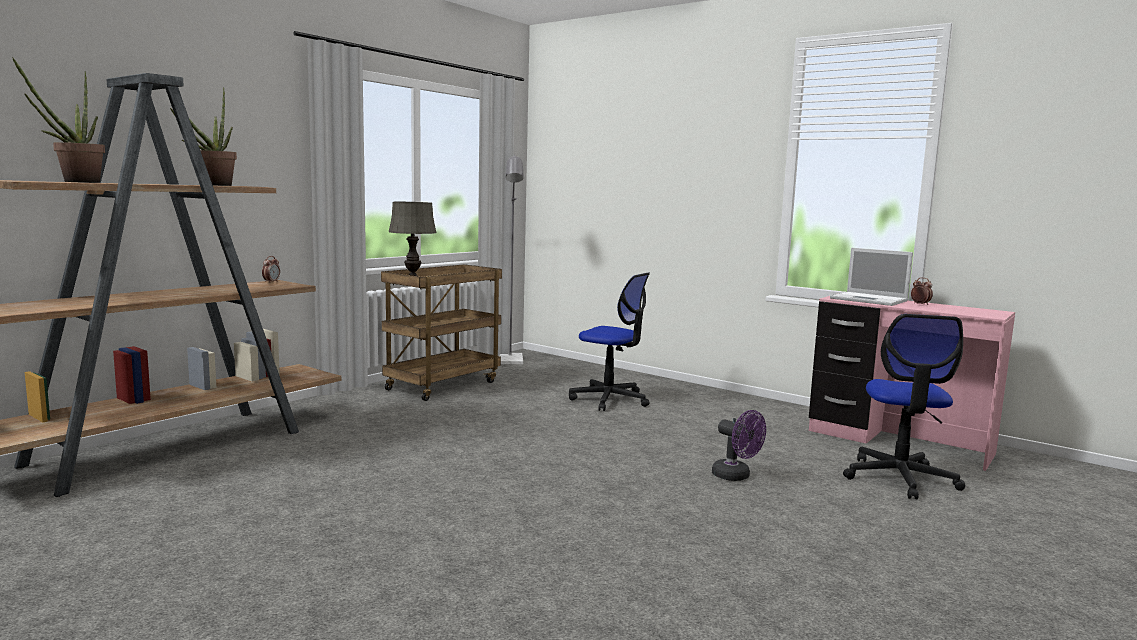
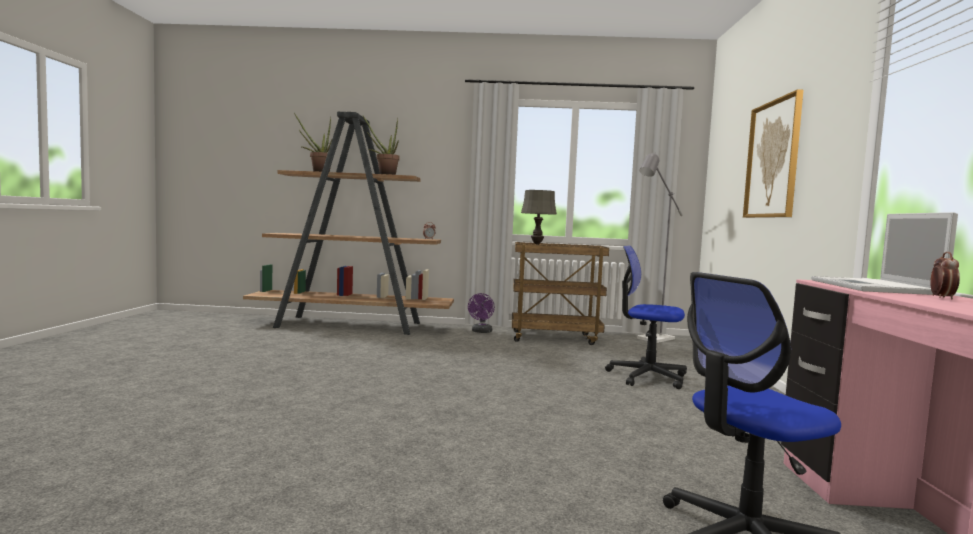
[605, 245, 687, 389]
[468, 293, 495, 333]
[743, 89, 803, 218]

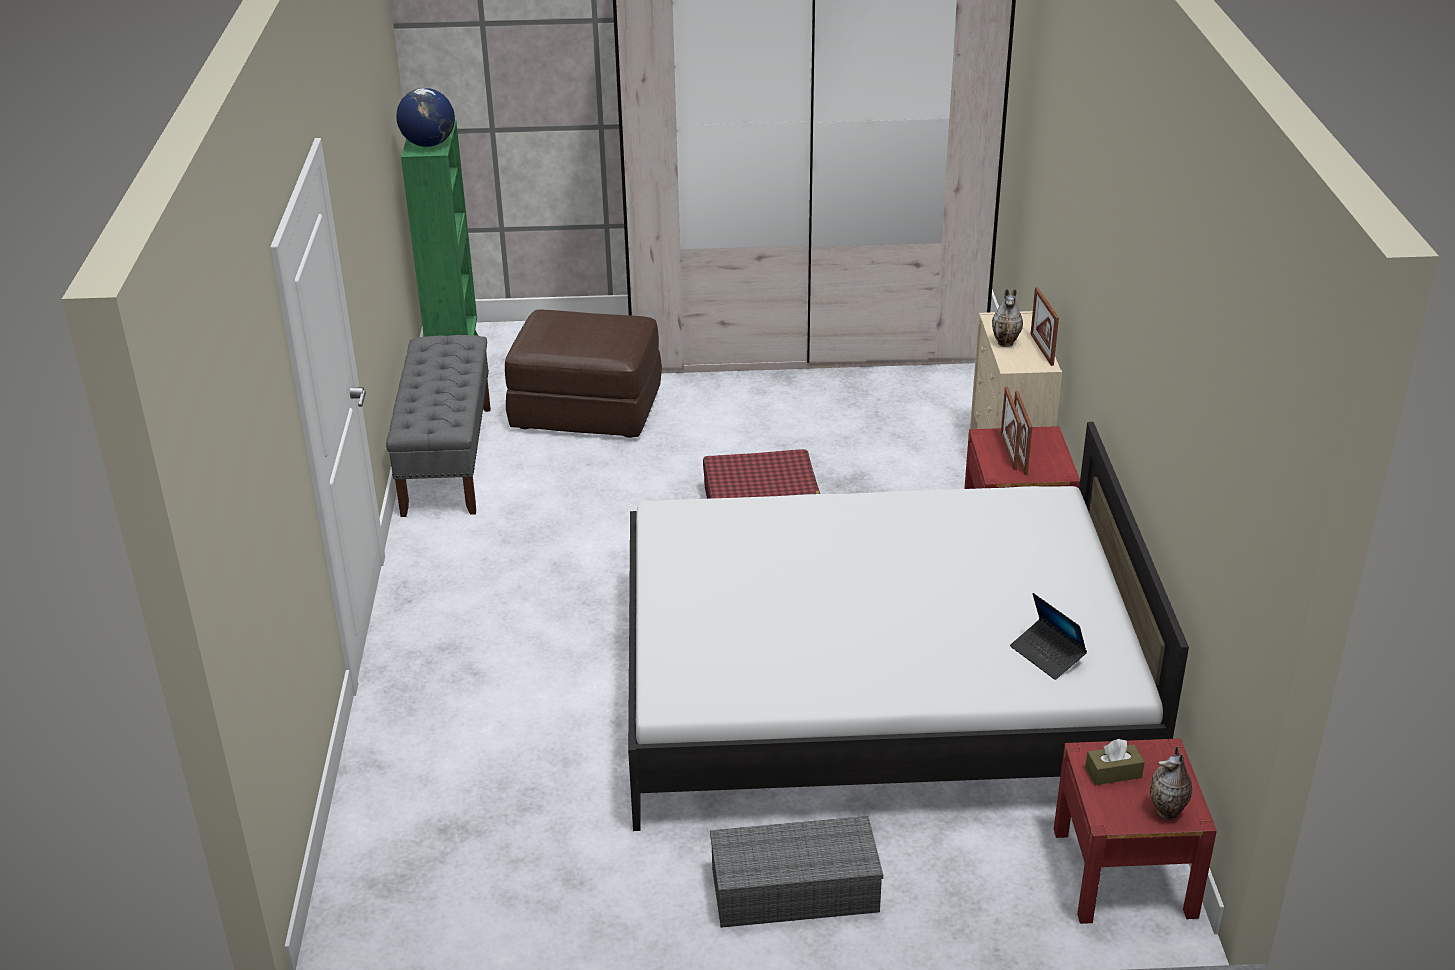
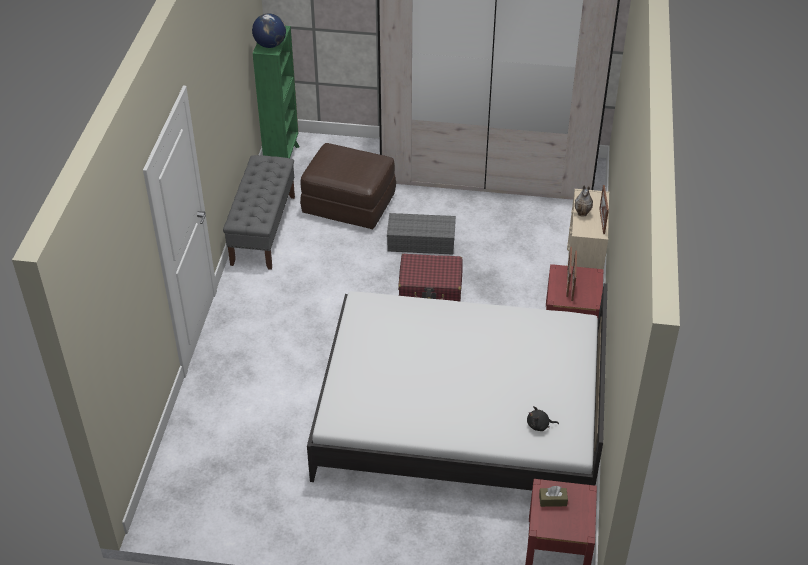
[527, 406, 559, 431]
[1150, 746, 1192, 820] (first image)
[387, 213, 456, 255]

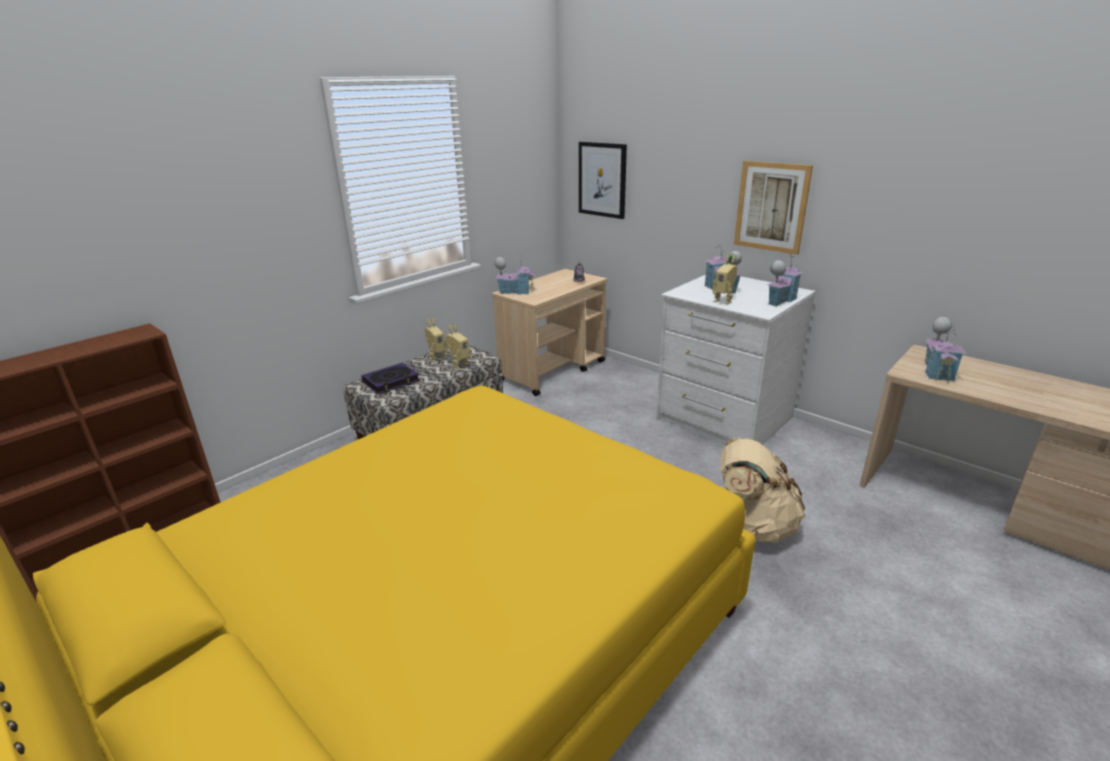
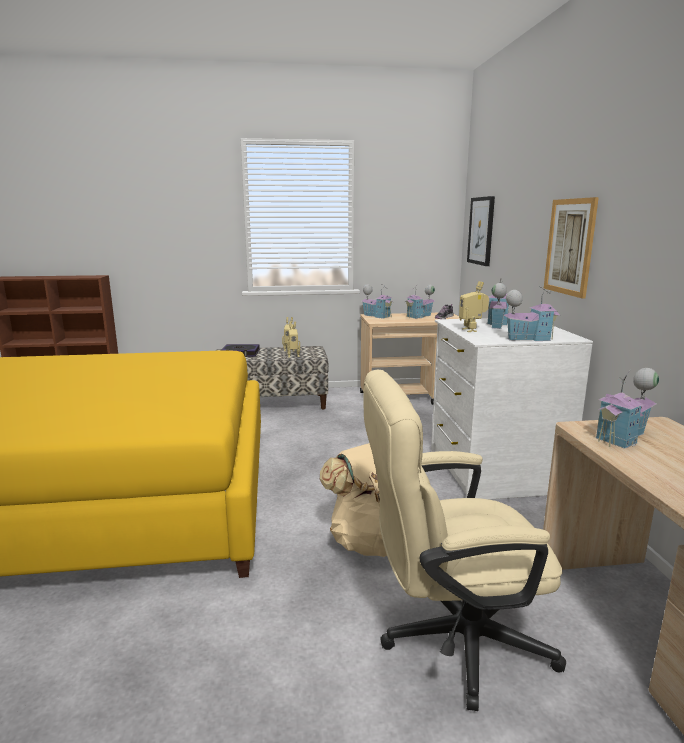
[405, 284, 435, 319]
[363, 369, 566, 711]

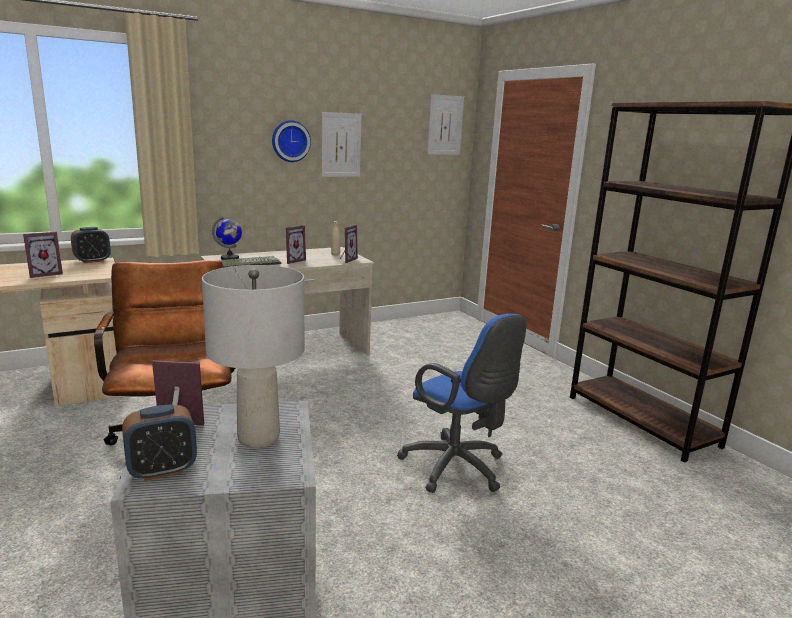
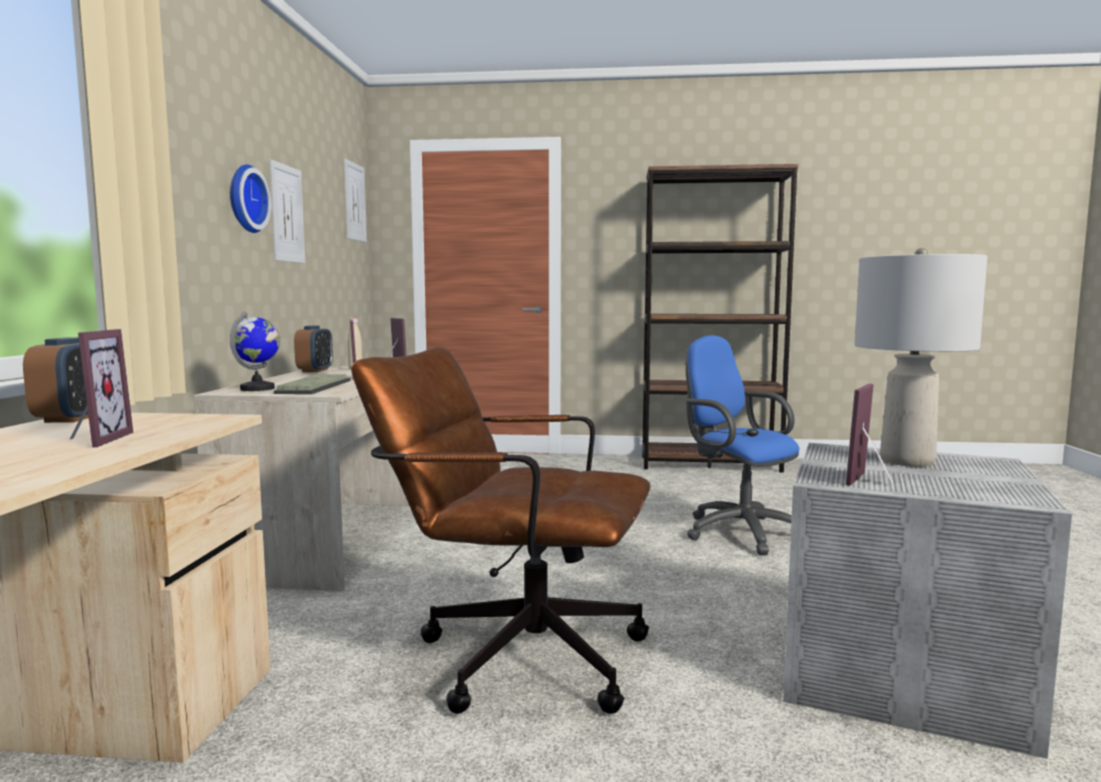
[685, 335, 799, 555]
[294, 325, 333, 372]

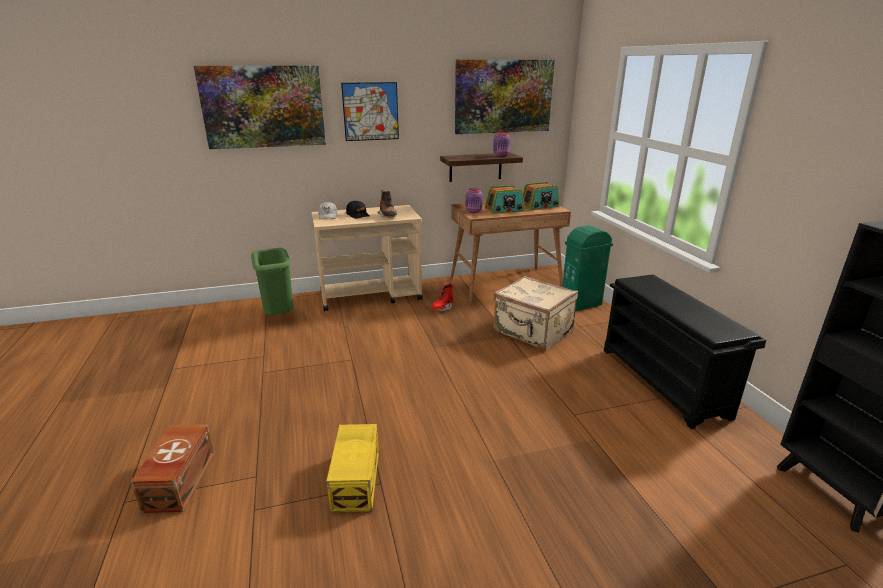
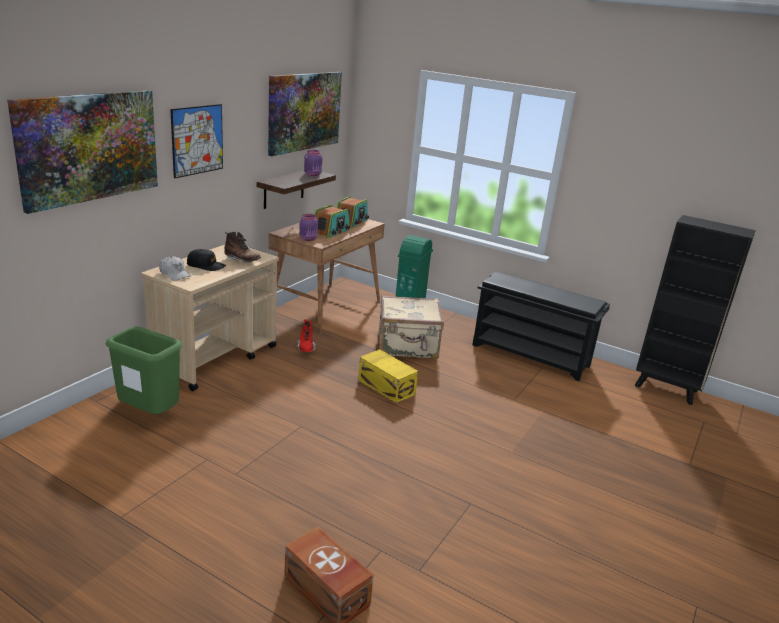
[358, 349, 418, 404]

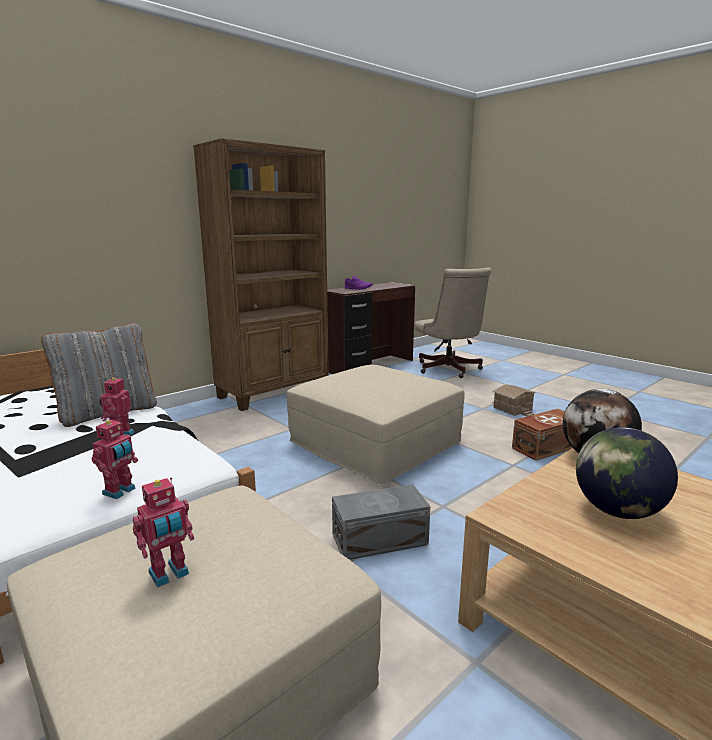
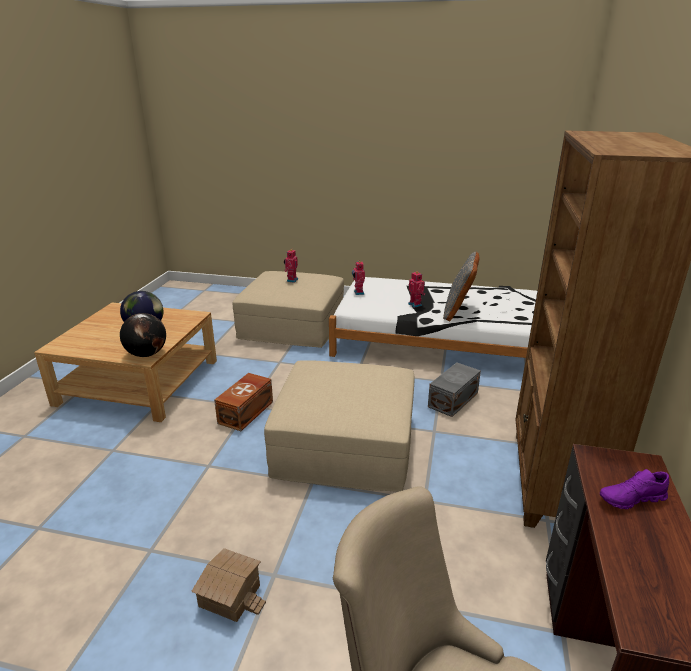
[214, 373, 273, 431]
[428, 362, 481, 417]

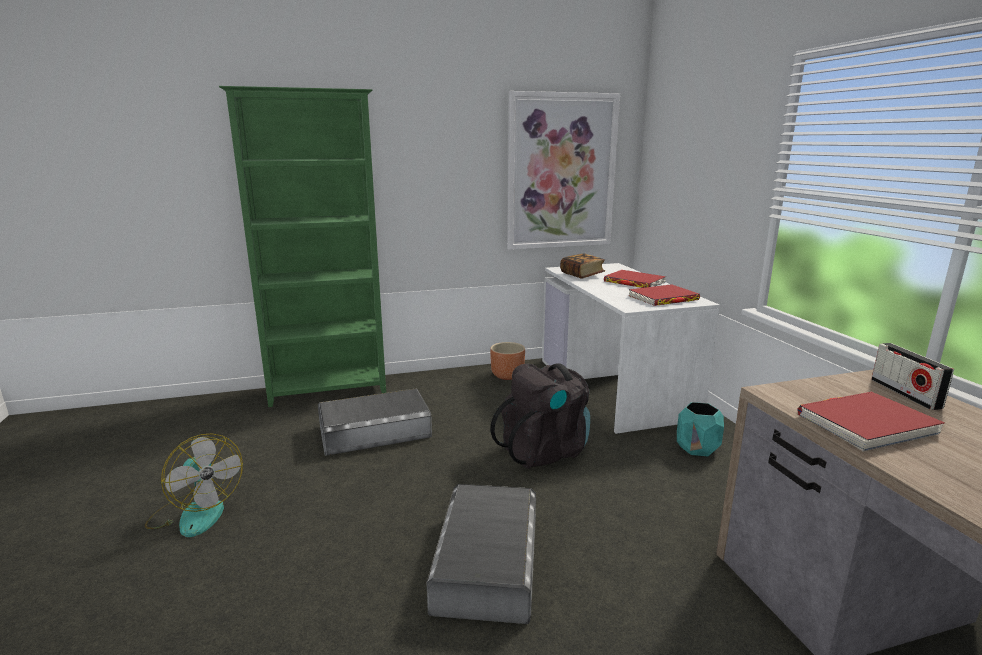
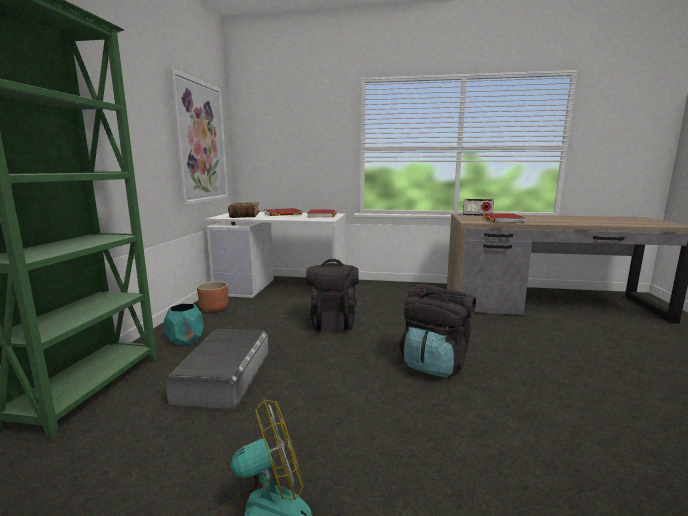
[164, 304, 204, 345]
[399, 284, 476, 378]

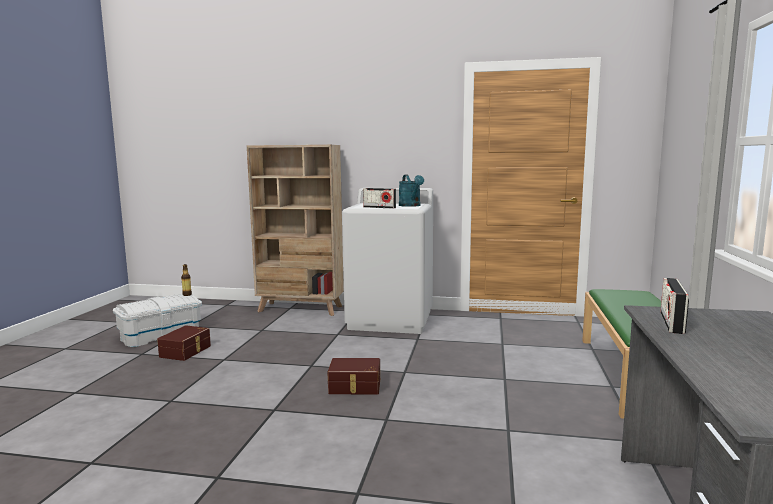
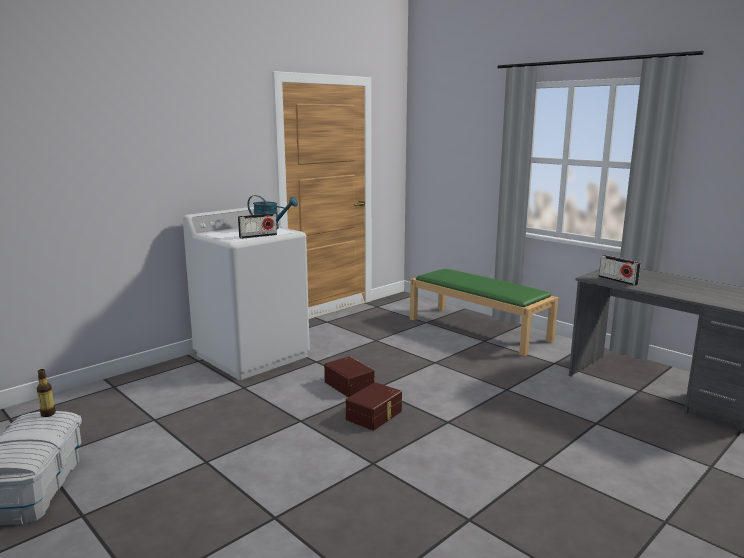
[247, 145, 344, 316] (first image)
[324, 356, 375, 397]

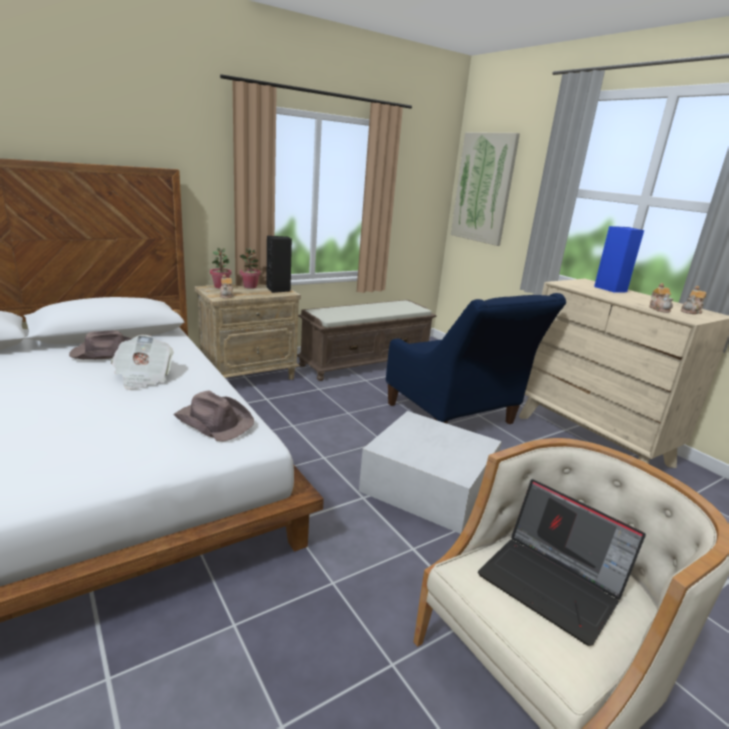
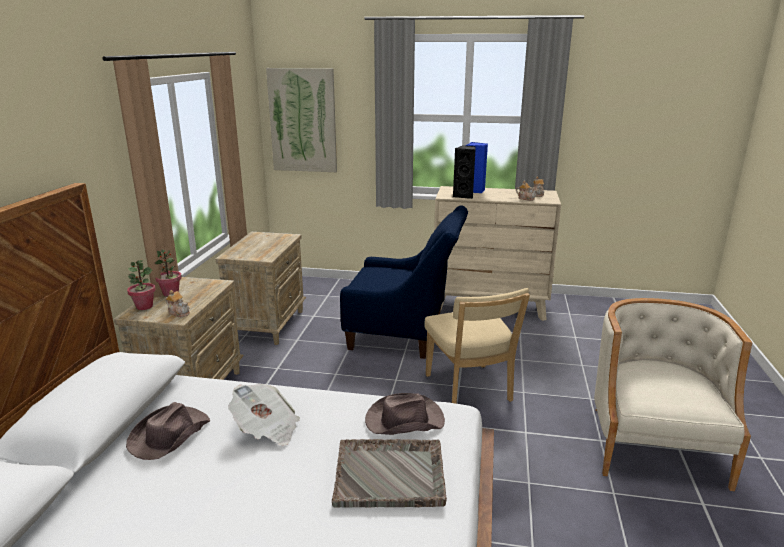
[453, 146, 476, 199]
[215, 232, 306, 345]
[425, 288, 530, 404]
[478, 479, 646, 646] (first image)
[332, 439, 447, 508]

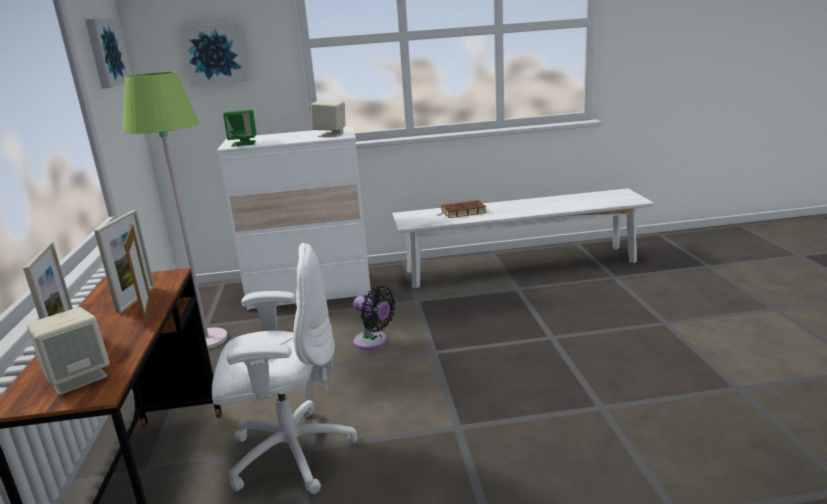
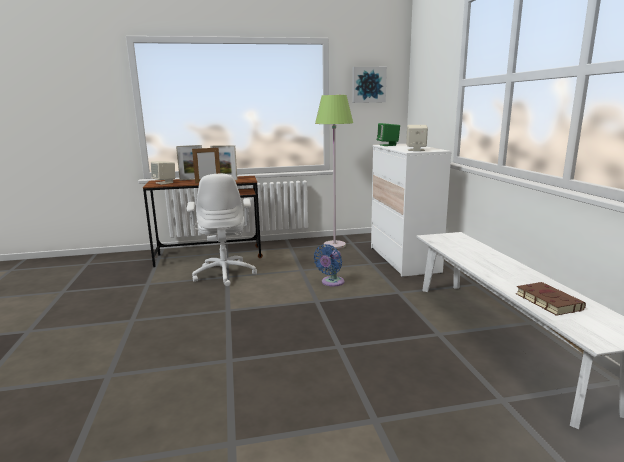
[180, 22, 248, 85] (first image)
[516, 282, 586, 316]
[314, 244, 344, 287]

